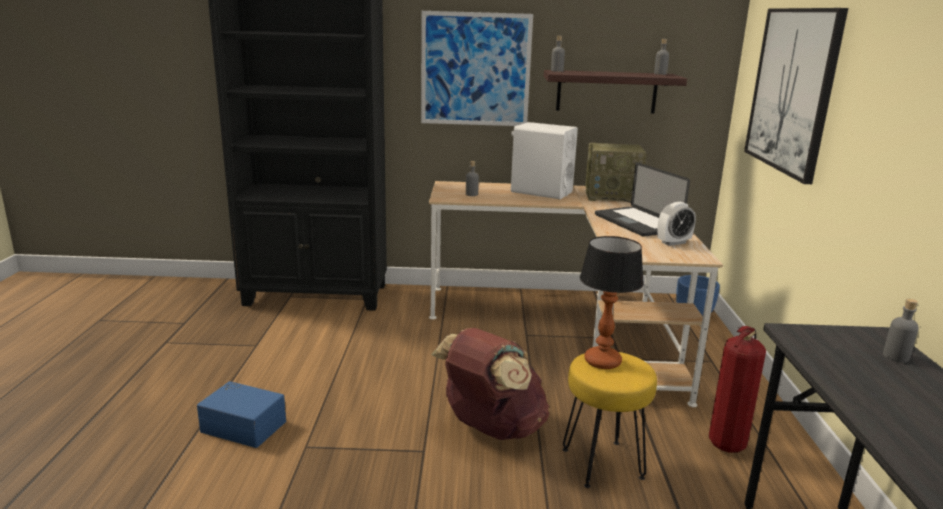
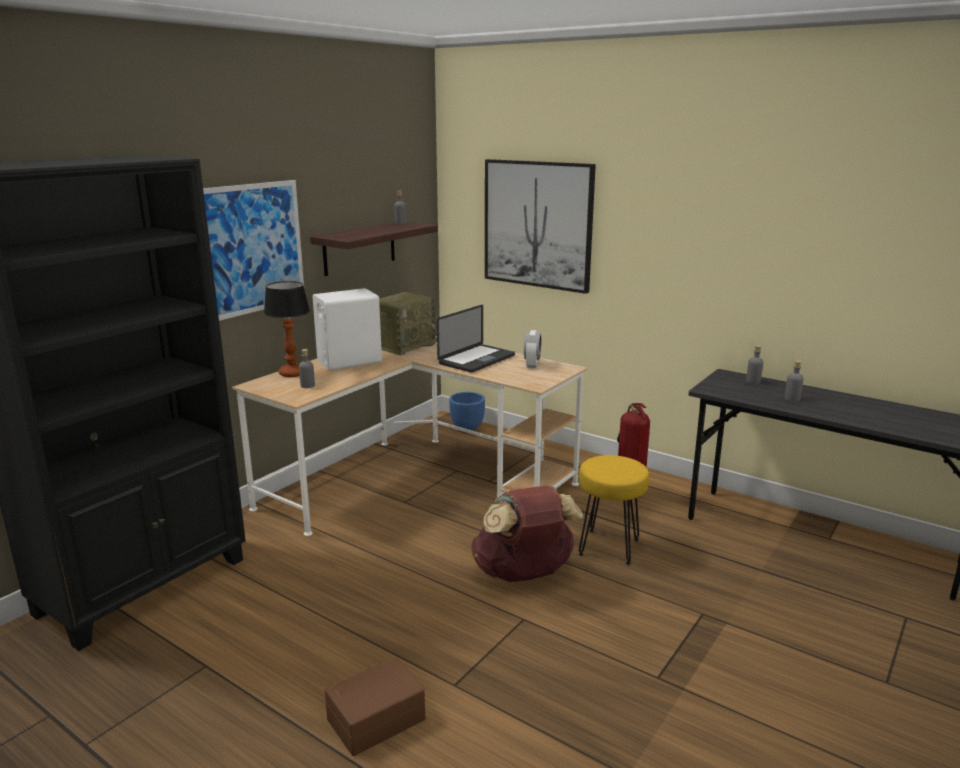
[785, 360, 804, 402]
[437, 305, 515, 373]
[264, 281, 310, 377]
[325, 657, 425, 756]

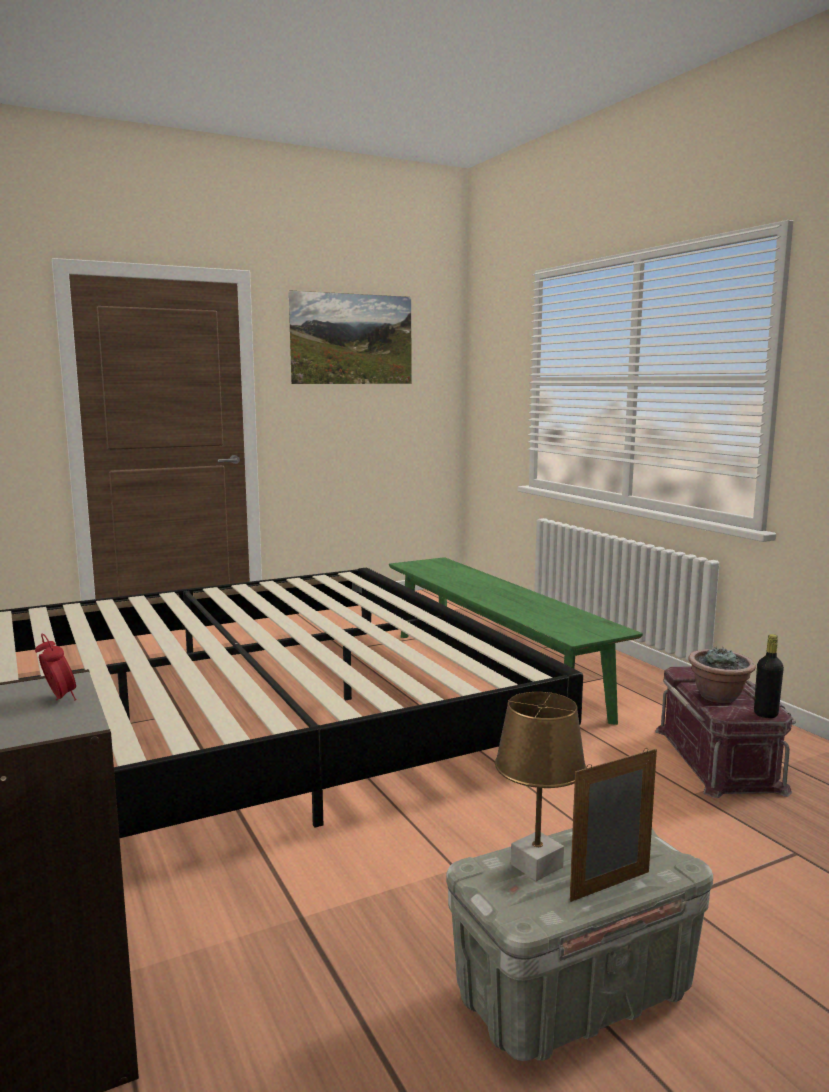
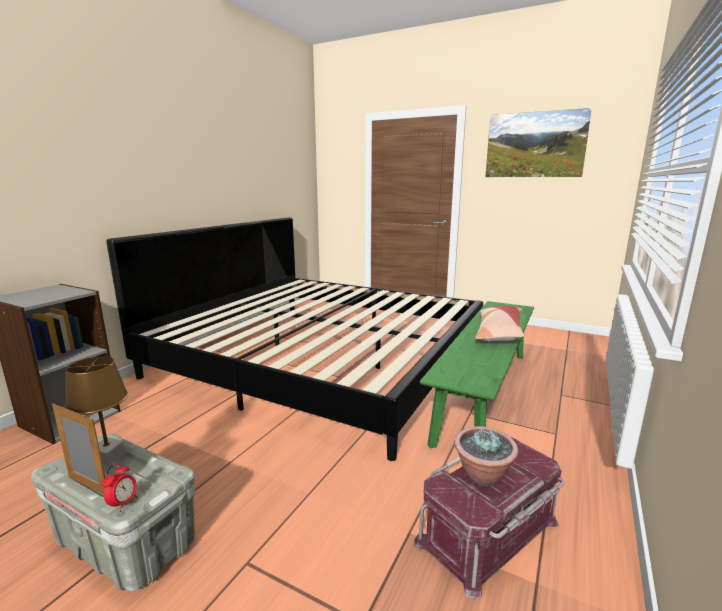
[102, 464, 137, 512]
[754, 634, 784, 718] (first image)
[475, 305, 524, 342]

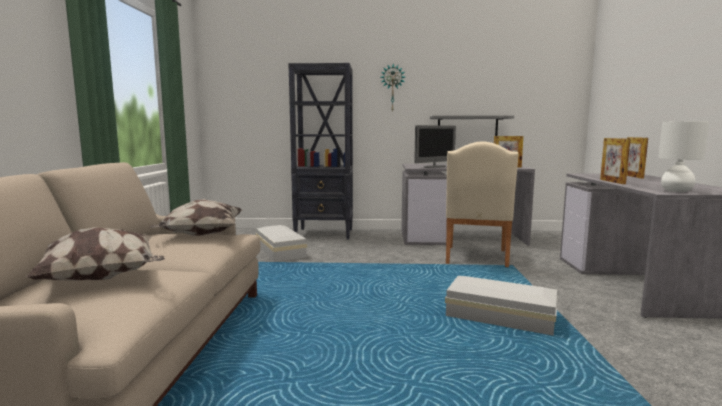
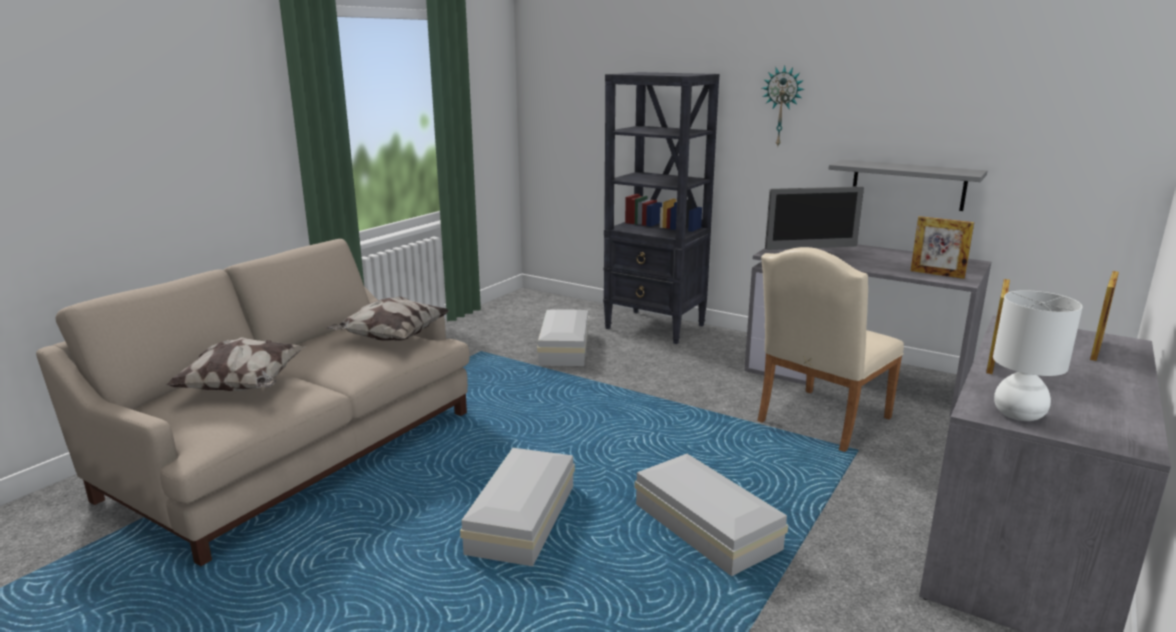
[460, 448, 575, 566]

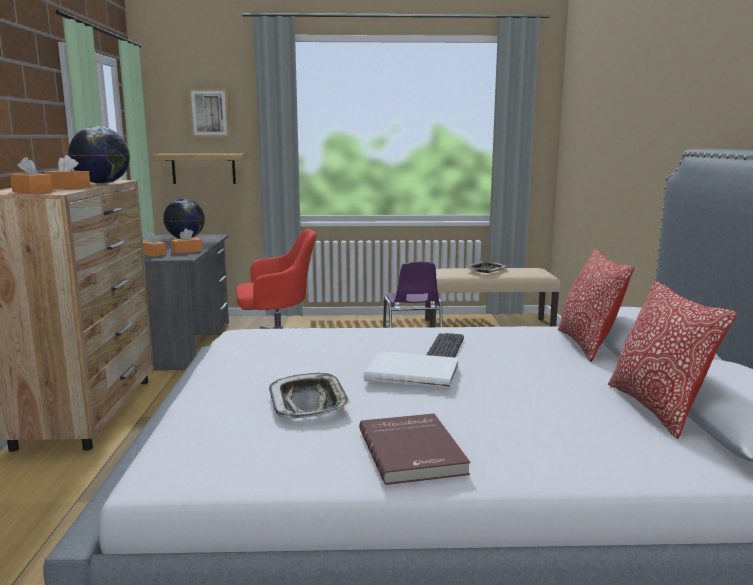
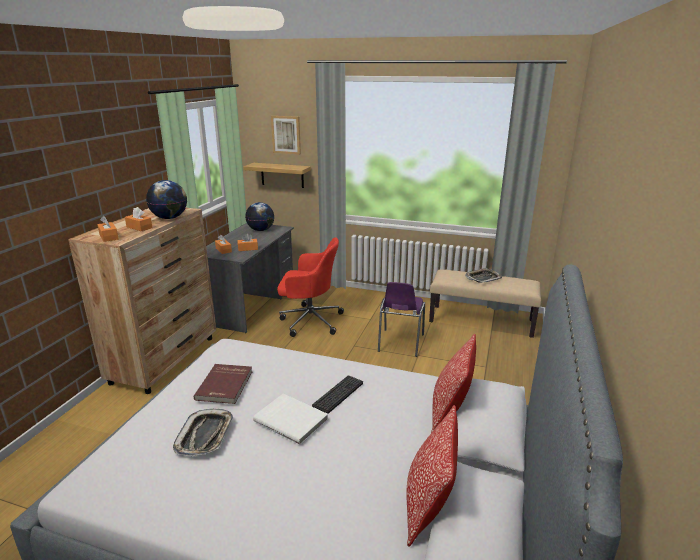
[194, 364, 252, 404]

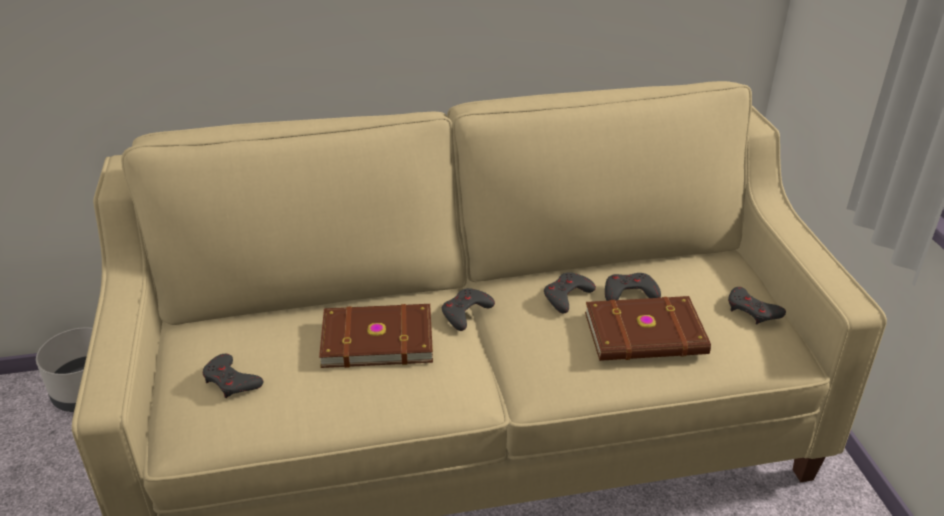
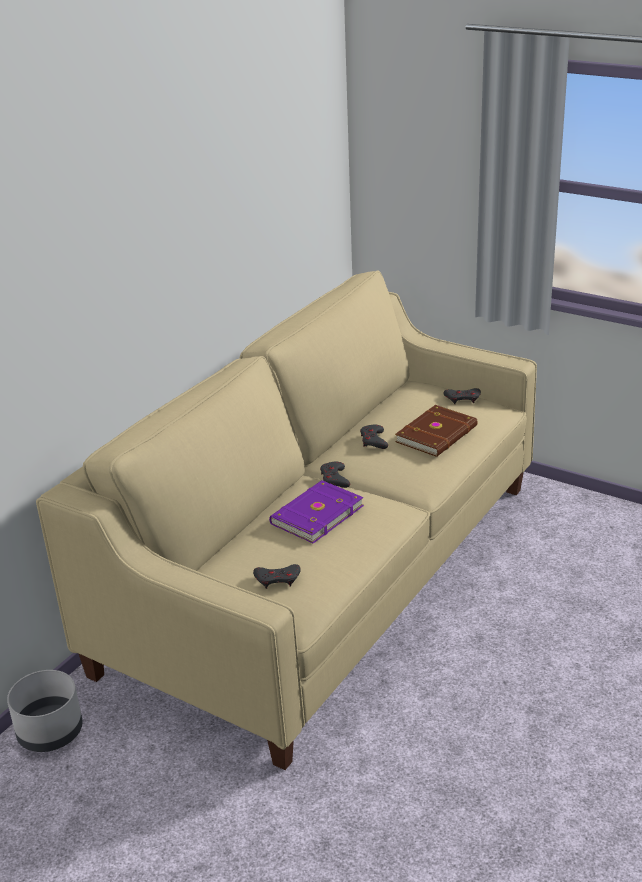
[605, 273, 661, 301] (first image)
[269, 480, 364, 544]

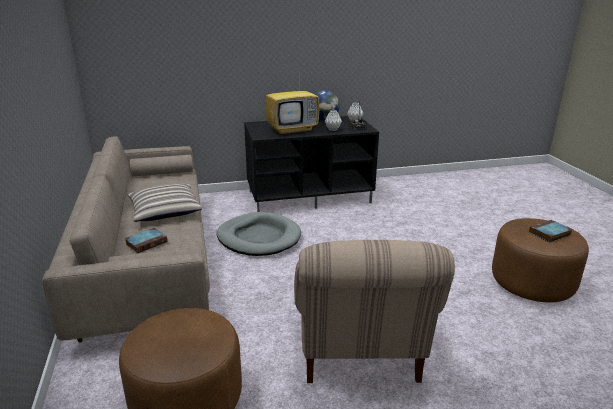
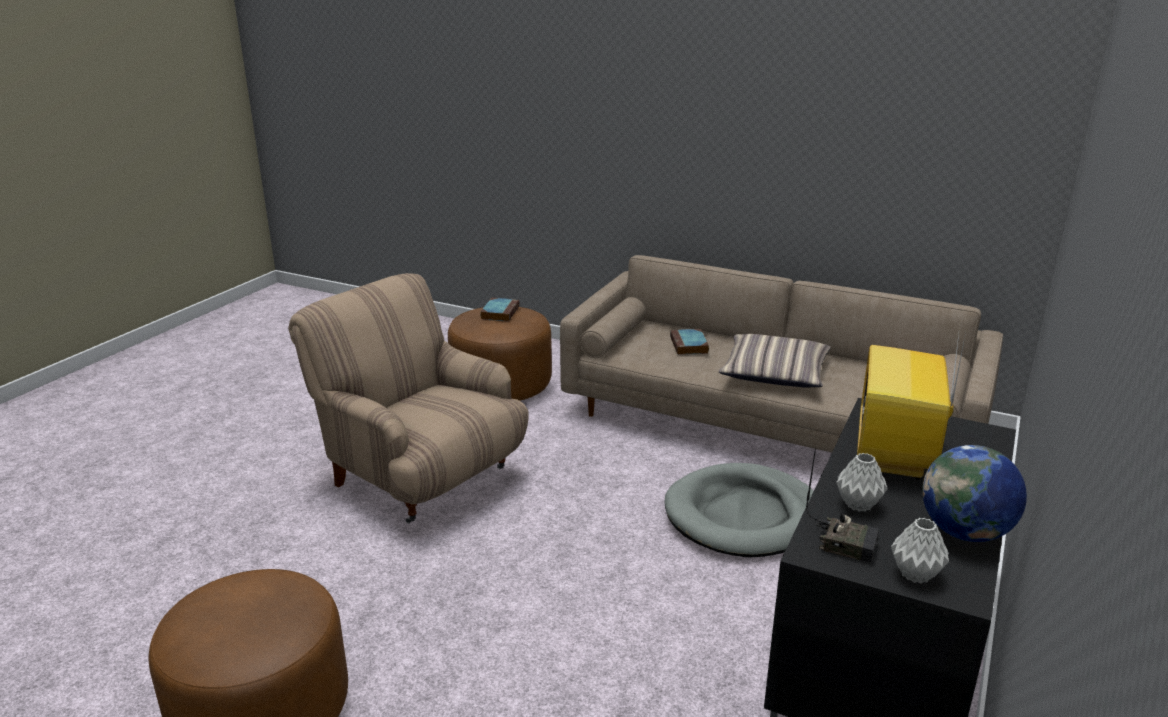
[480, 298, 519, 322]

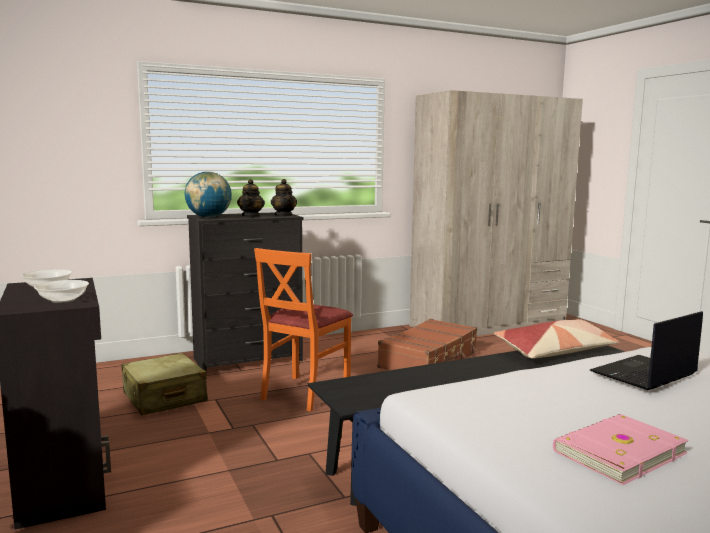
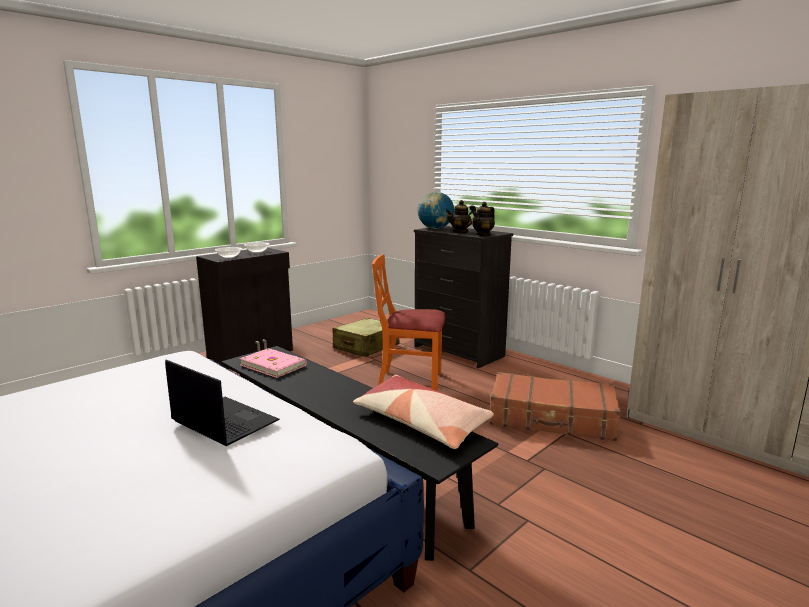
[239, 348, 307, 378]

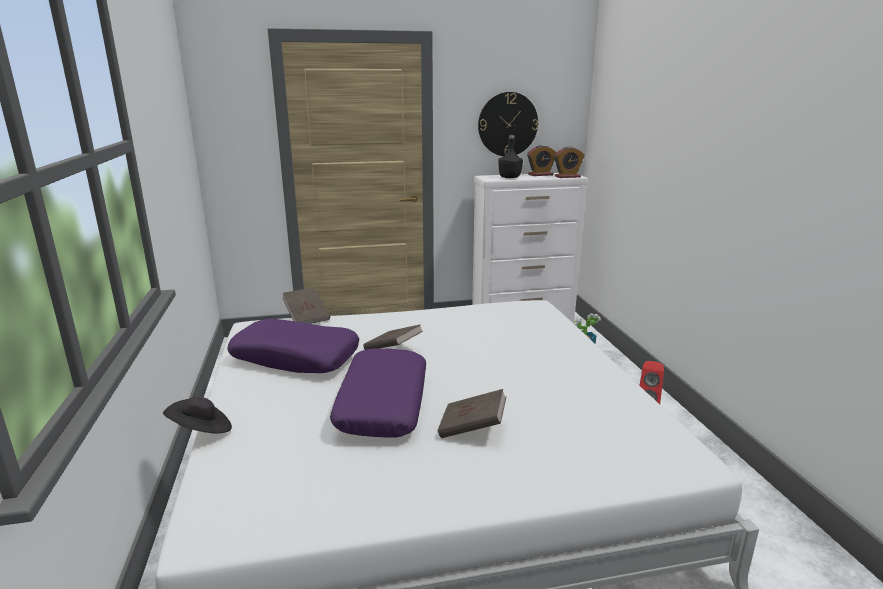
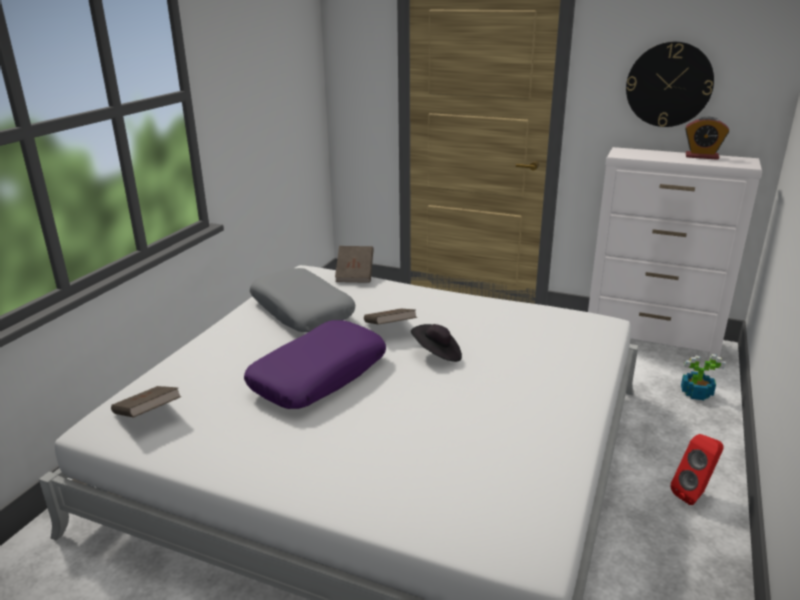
[498, 135, 523, 178] (first image)
[554, 146, 585, 178] (first image)
[250, 268, 355, 332]
[111, 386, 182, 418]
[411, 324, 462, 362]

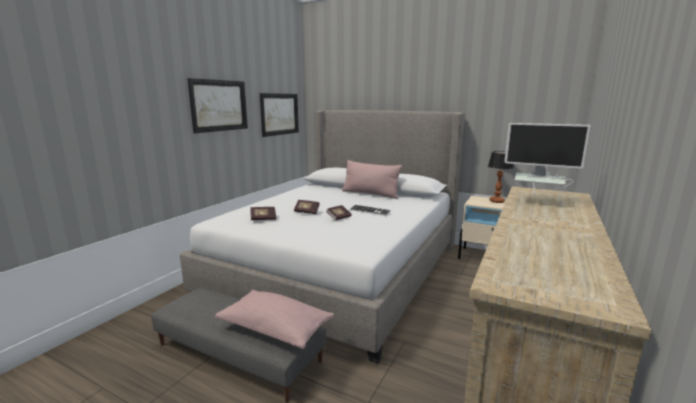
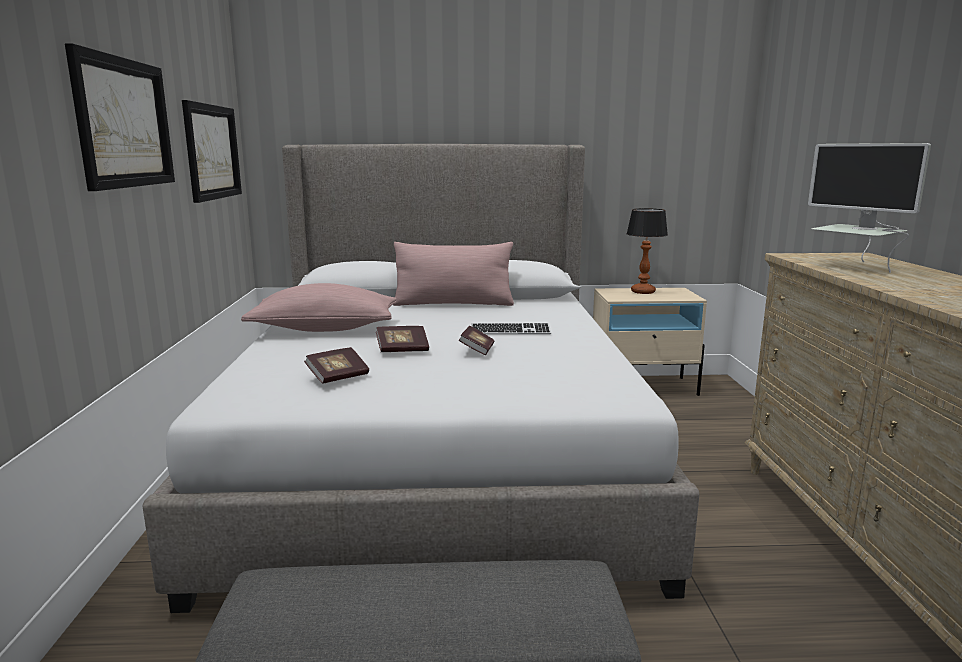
[808, 143, 931, 273]
[241, 283, 397, 332]

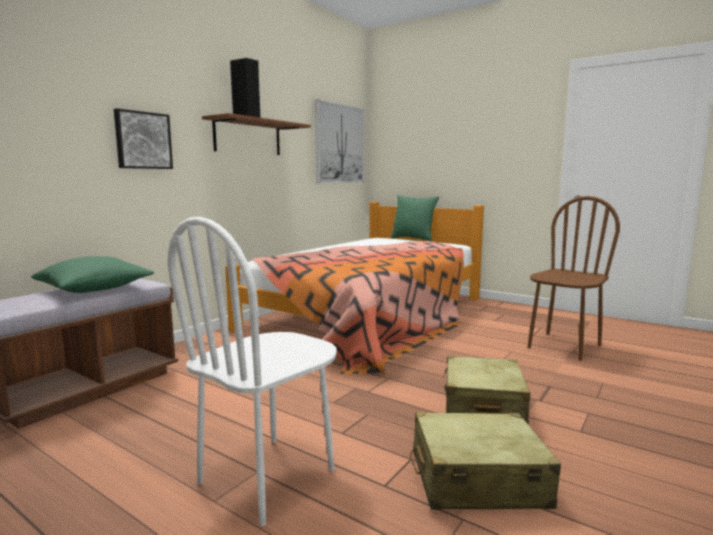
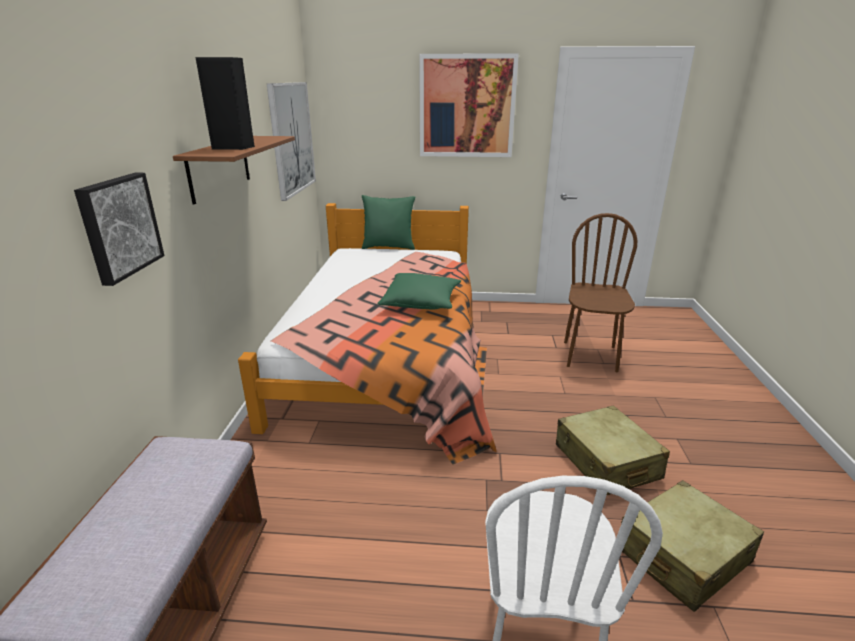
[377, 273, 461, 310]
[419, 53, 519, 157]

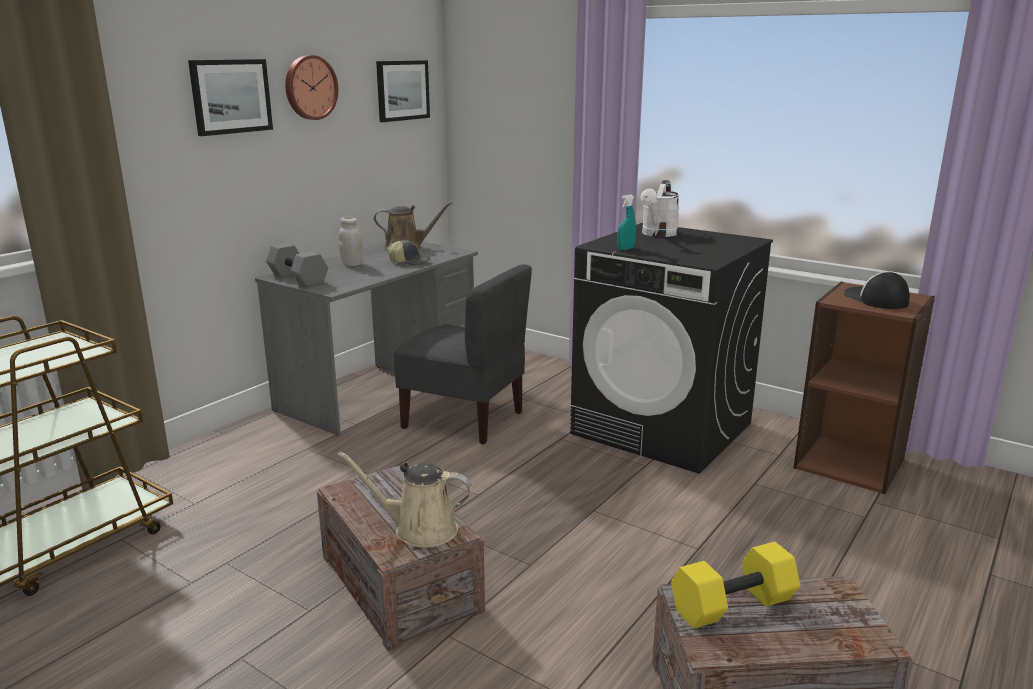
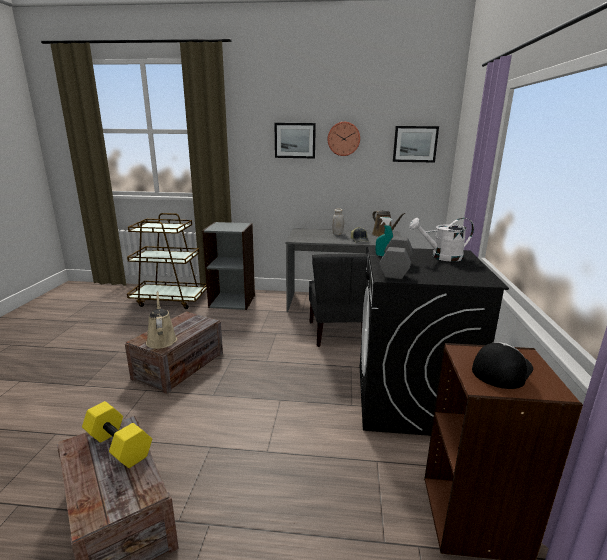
[379, 236, 413, 279]
[202, 222, 255, 310]

